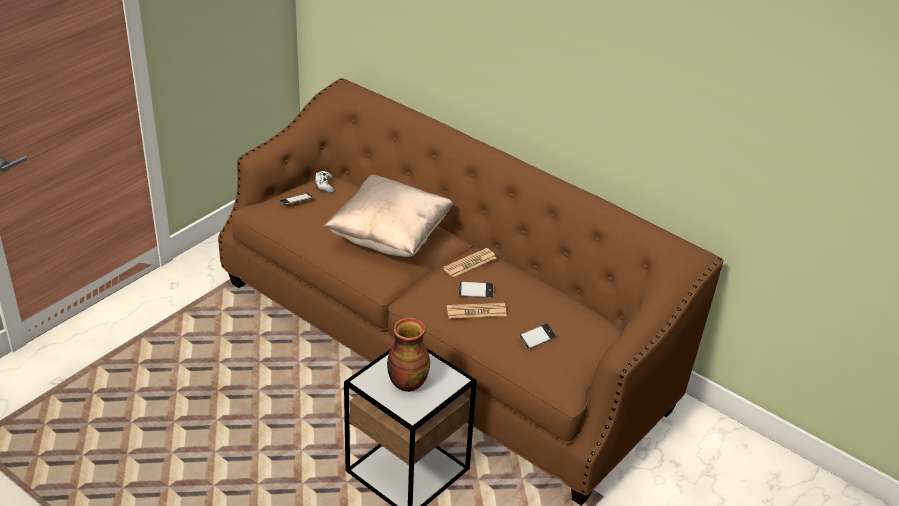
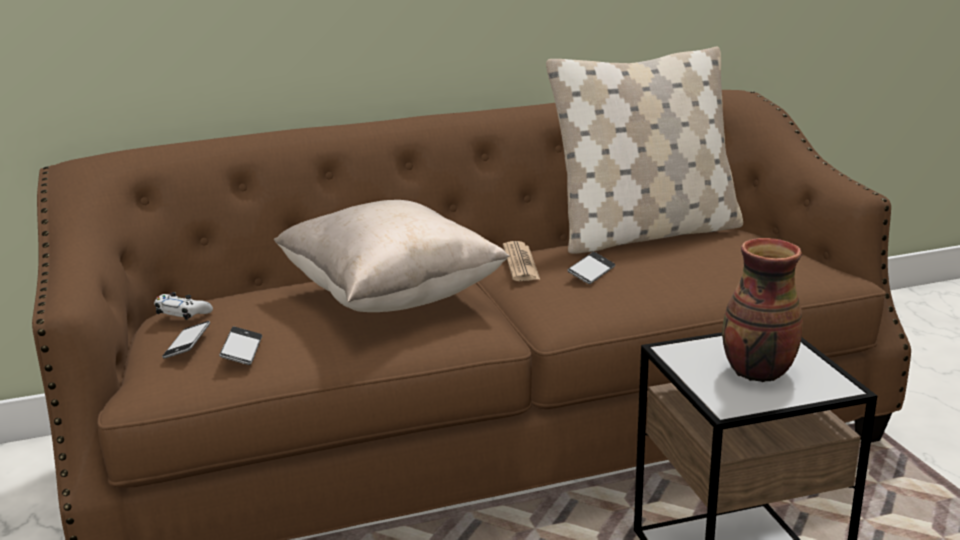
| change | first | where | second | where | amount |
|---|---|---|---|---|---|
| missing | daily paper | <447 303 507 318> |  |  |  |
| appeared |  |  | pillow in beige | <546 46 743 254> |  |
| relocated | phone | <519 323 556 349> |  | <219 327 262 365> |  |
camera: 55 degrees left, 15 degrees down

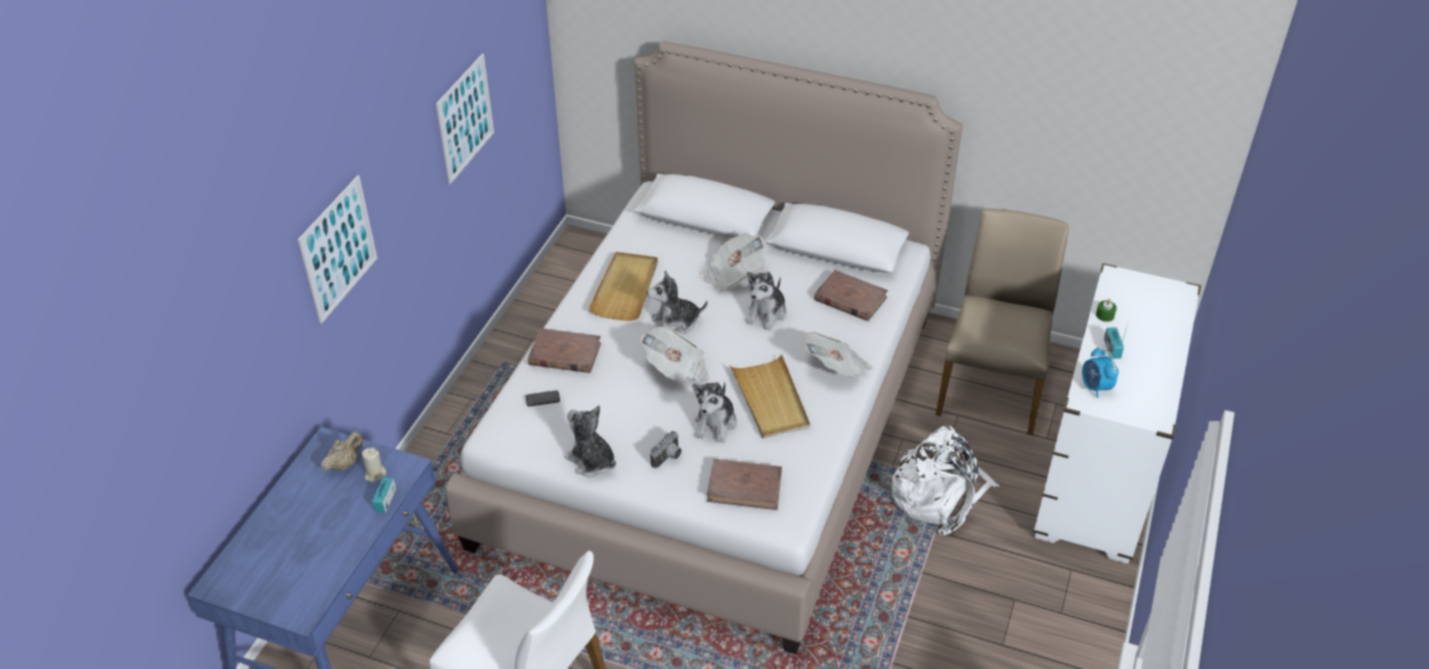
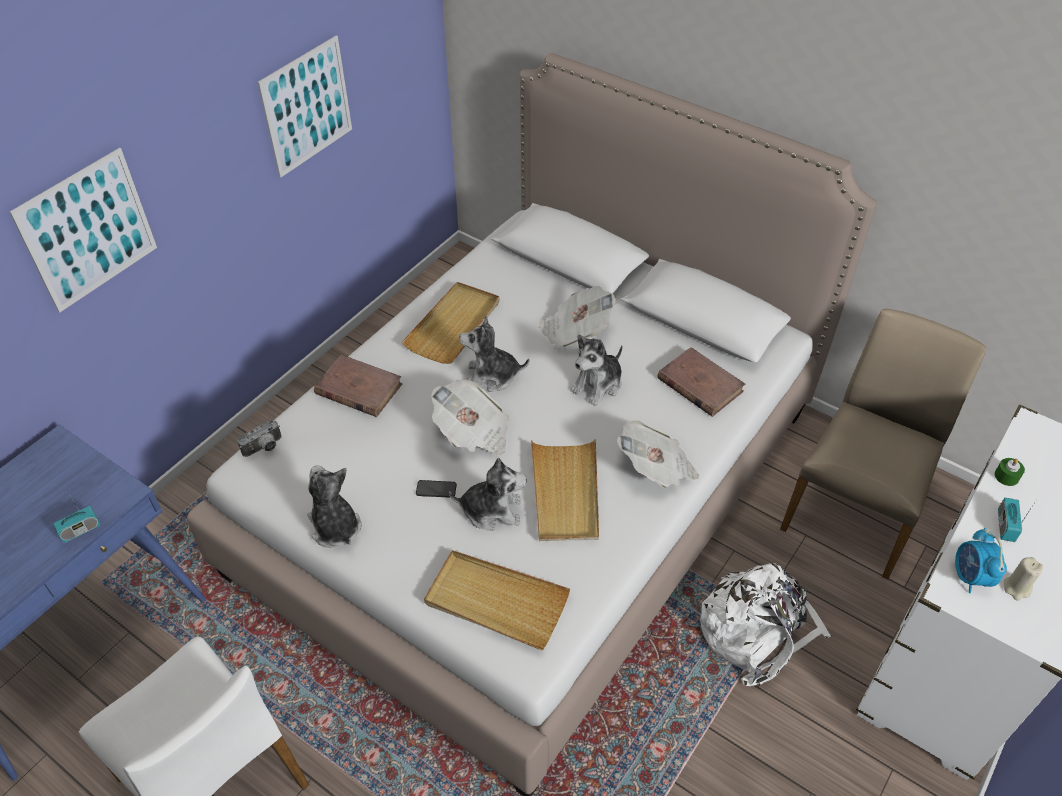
| change | first | where | second | where | amount |
|---|---|---|---|---|---|
| missing | pot for tea in beige | <321 432 363 472> |  |  |  |
| relocated | candle in beige | <361 447 386 483> |  | <1004 557 1043 601> |  |
| relocated | phone | <526 390 560 406> |  | <416 480 457 498> |  |
| relocated | still camera | <650 431 682 468> |  | <237 420 281 457> |  |
| exchanged | bound book in brown | <707 459 782 510> | serving tray in beige | <424 550 570 651> |  |
| spun | radio receiver | <372 477 396 513> |  | <53 489 101 543> | 150 degrees counterclockwise |
| spun | cuddly toy | <692 382 737 443> |  | <449 458 527 531> | 120 degrees counterclockwise |
camera: 15 degrees right, 5 degrees up

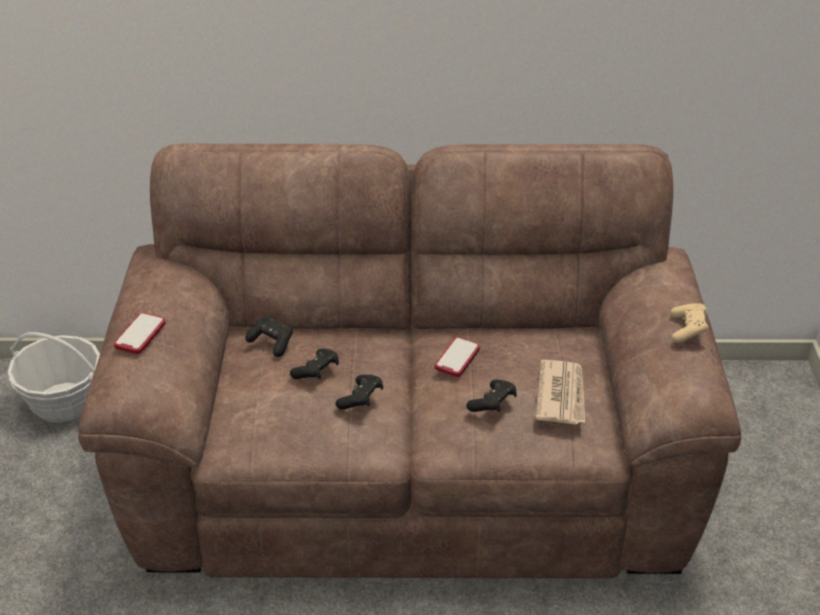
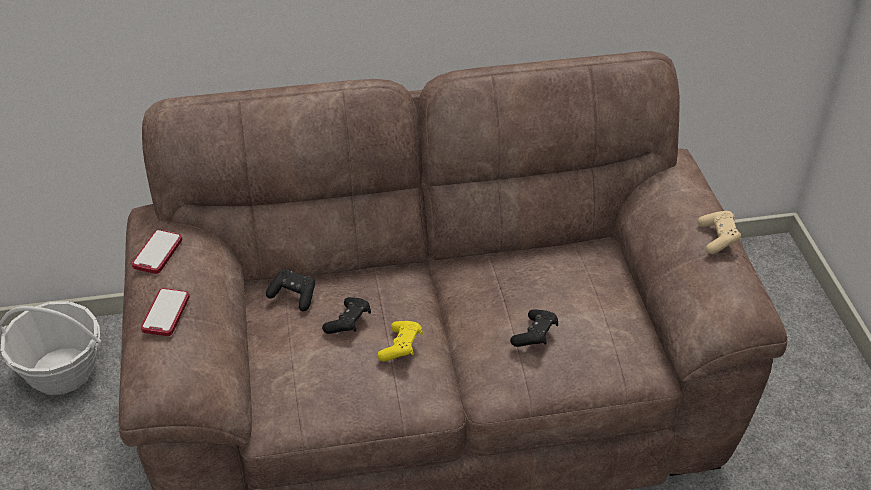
| change | first | where | second | where | amount |
|---|---|---|---|---|---|
| missing | daily paper | <536 360 585 424> |  |  |  |
| relocated | phone | <435 337 480 377> |  | <132 230 182 274> |  |
| colour | game controller in black | <336 375 383 410> | game controller in yellowish | <377 321 423 361> |  |
camera: 10 degrees left, 5 degrees up

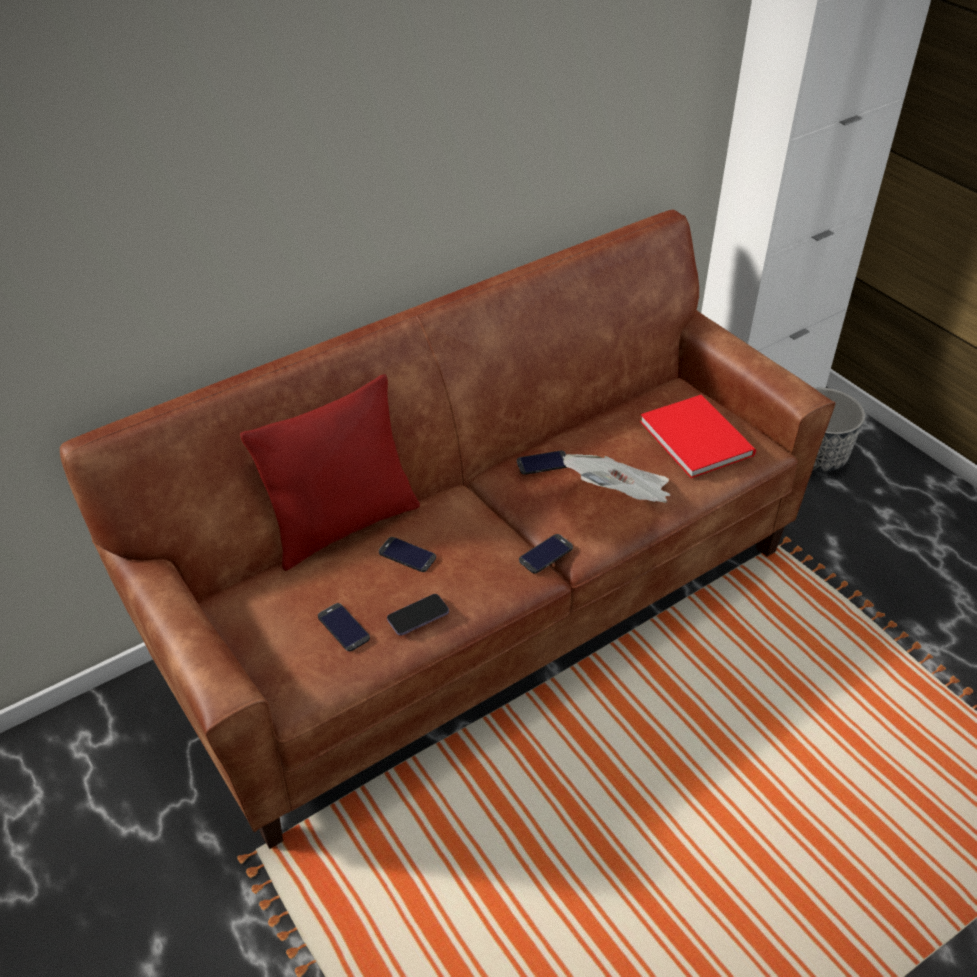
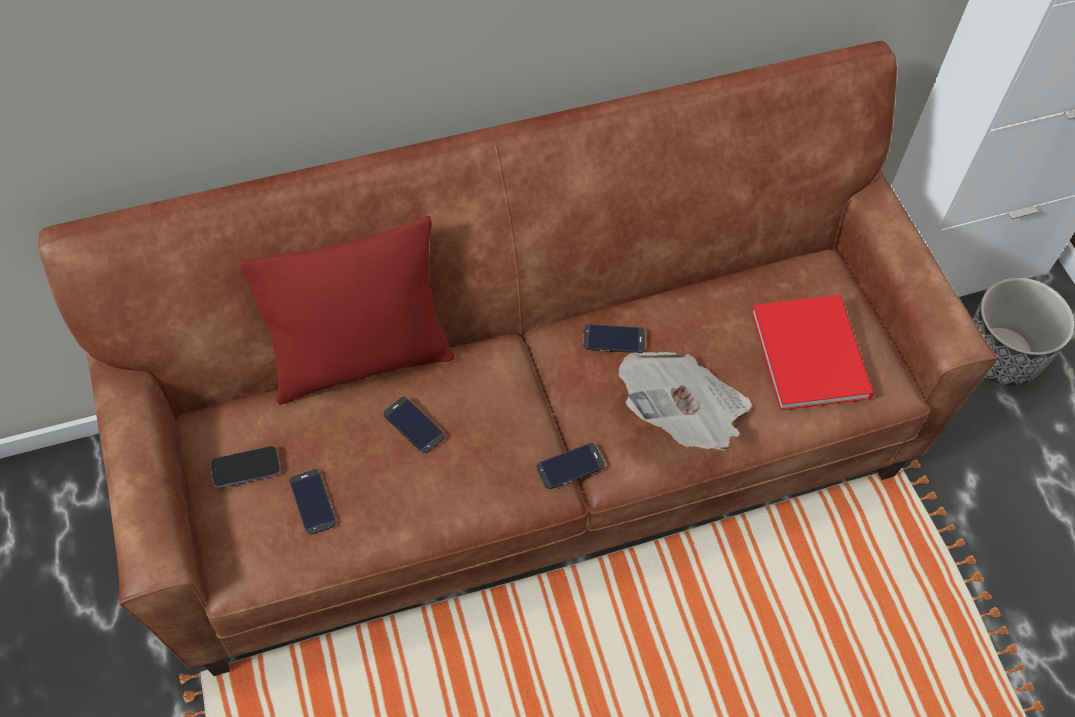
| change | first | where | second | where | amount |
|---|---|---|---|---|---|
| relocated | phone | <387 594 449 636> |  | <210 446 280 488> |  |
camera: 15 degrees right, 15 degrees up

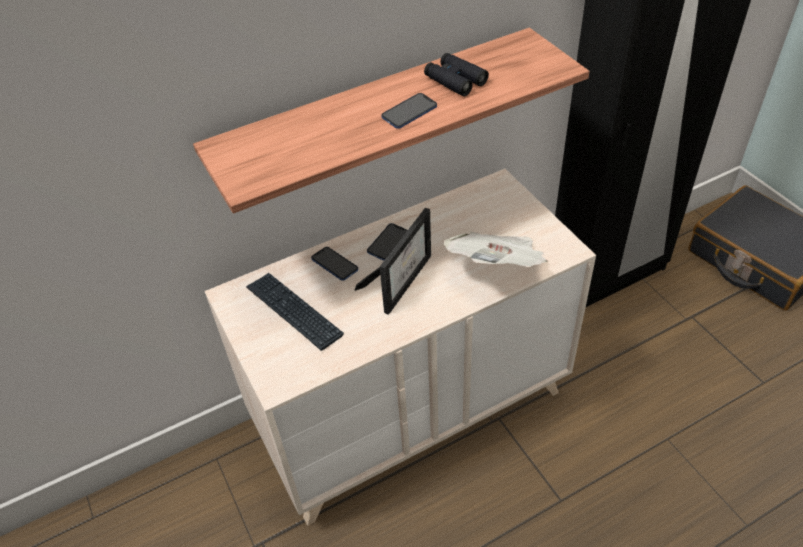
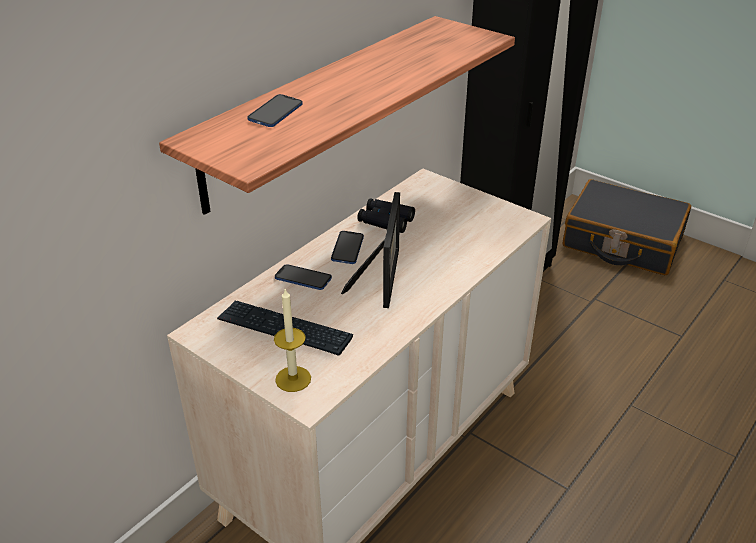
| change | first | where | second | where | amount |
|---|---|---|---|---|---|
| missing | daily paper | <444 232 548 267> |  |  |  |
| appeared |  |  | candle | <274 289 311 392> |  |
| relocated | phone | <381 93 437 129> |  | <247 94 303 127> |  |
| relocated | field glasses in black | <424 53 489 96> |  | <357 198 415 233> |  |
camera: 25 degrees left, 10 degrees down

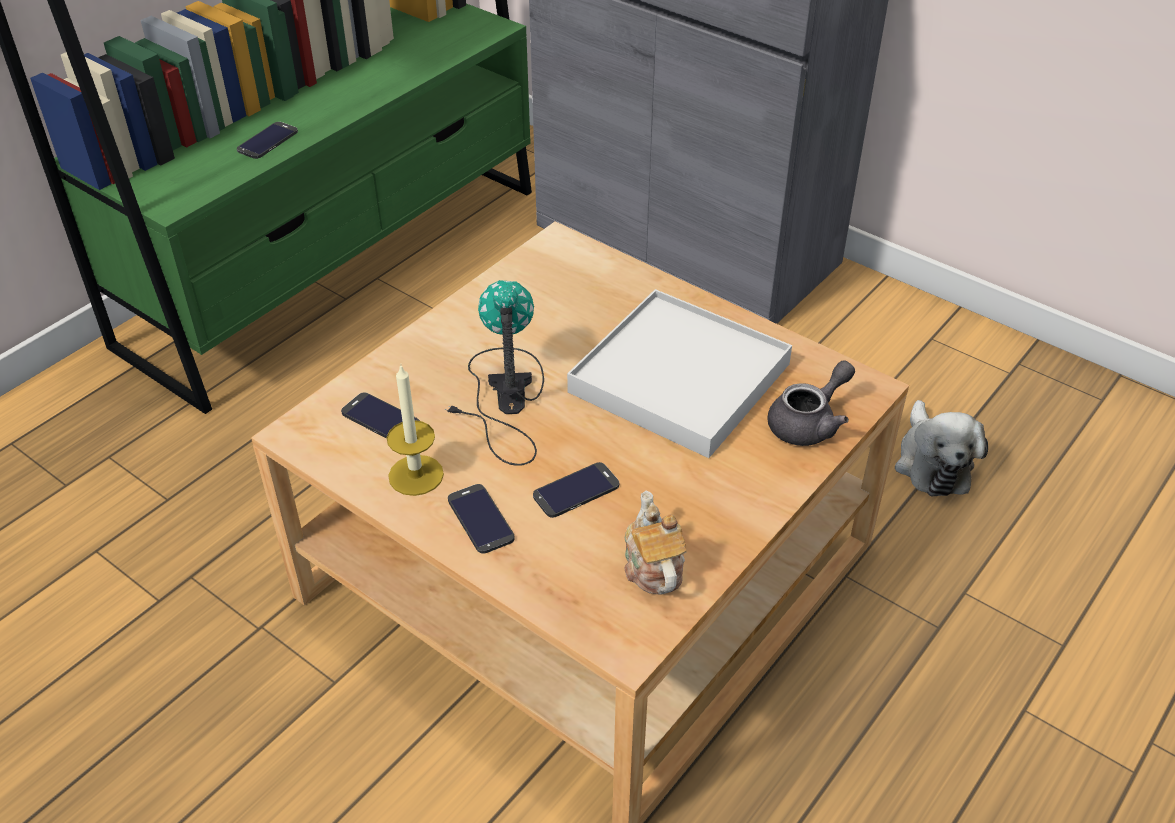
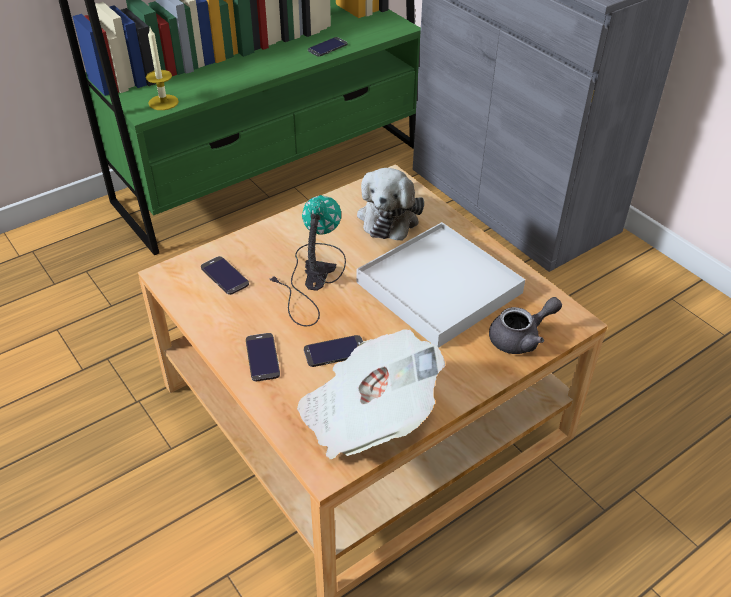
| change | first | where | second | where | amount |
|---|---|---|---|---|---|
| relocated | phone | <237 122 298 159> |  | <308 37 348 57> |  |
| relocated | candle | <387 364 444 496> |  | <146 28 179 110> |  |
| relocated | cuddly toy | <895 400 988 496> |  | <357 168 424 241> |  |
| exchanged | pot for tea | <624 490 687 594> | daily paper | <297 329 445 459> |  |
camera: 15 degrees right, 0 degrees up

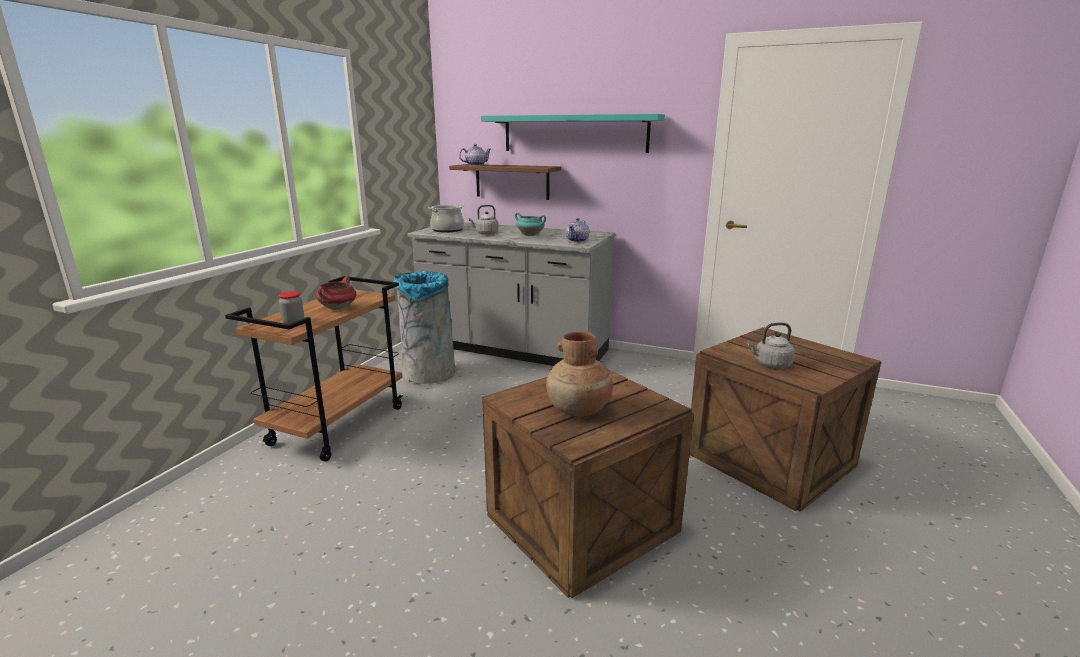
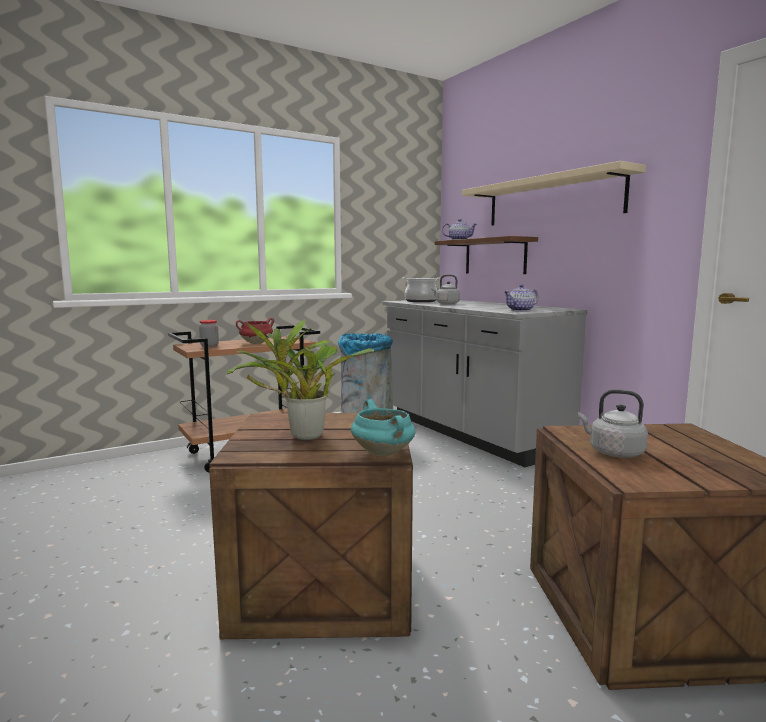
| change | first | where | second | where | amount |
|---|---|---|---|---|---|
| relocated | cooking pot in turquoise-coloured | <515 213 546 236> |  | <351 399 416 456> |  |
| exchanged | decorative vase in brown | <546 332 613 417> | potted plant | <227 319 374 440> |  |
| colour | wall shelf in turquoise-coloured | <481 114 665 153> | wall shelf in beige | <461 161 646 226> |  |
camera: 35 degrees right, 10 degrees down

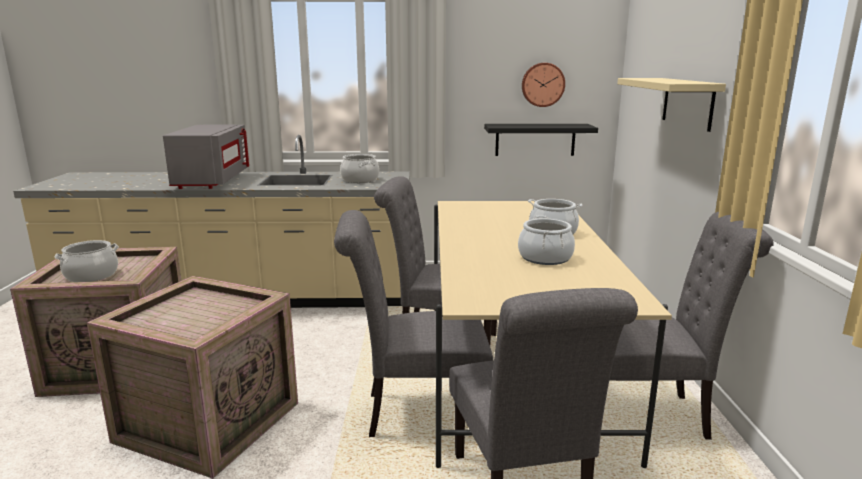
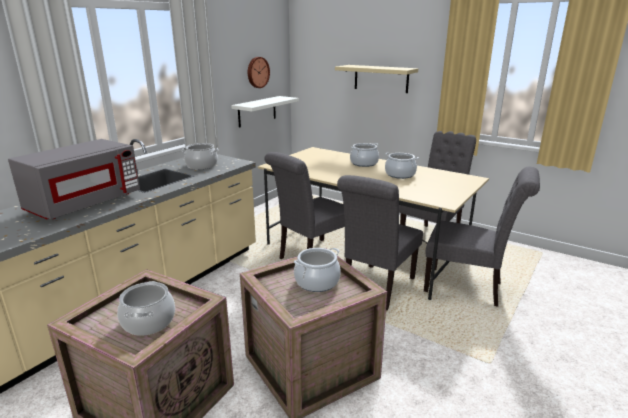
| change | first | where | second | where | amount |
|---|---|---|---|---|---|
| appeared |  |  | cooking pot | <294 248 341 292> |  |
| colour | wall shelf in black | <484 124 598 156> | wall shelf in white-coloured | <231 96 299 128> |  |
| spun | microwave in gray | <163 125 249 189> |  | <8 139 140 219> | 90 degrees clockwise |
camera: 55 degrees left, 5 degrees up

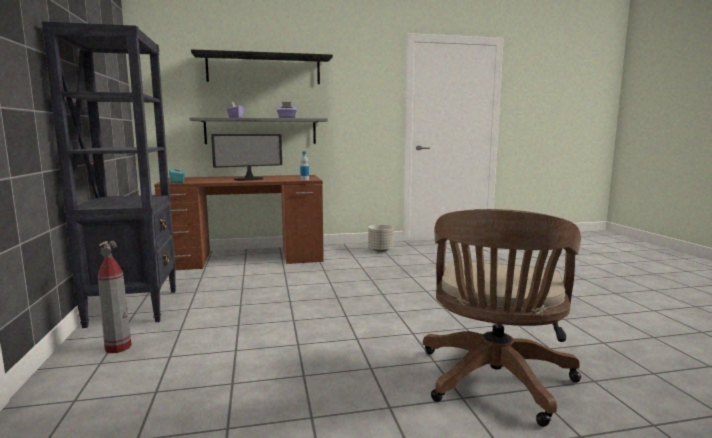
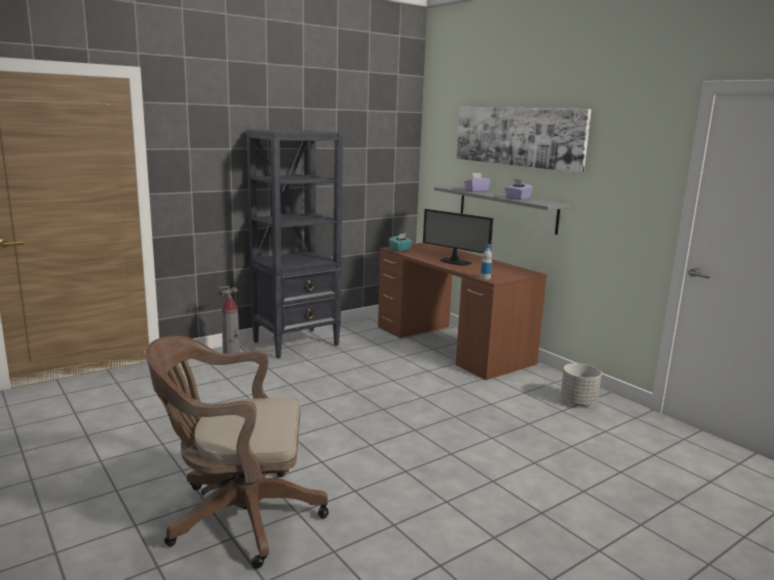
| change | first | where | second | where | amount |
|---|---|---|---|---|---|
| exchanged | wall shelf in black | <191 49 333 84> | wall art | <456 107 591 173> |  |
camera: 65 degrees right, 5 degrees up

